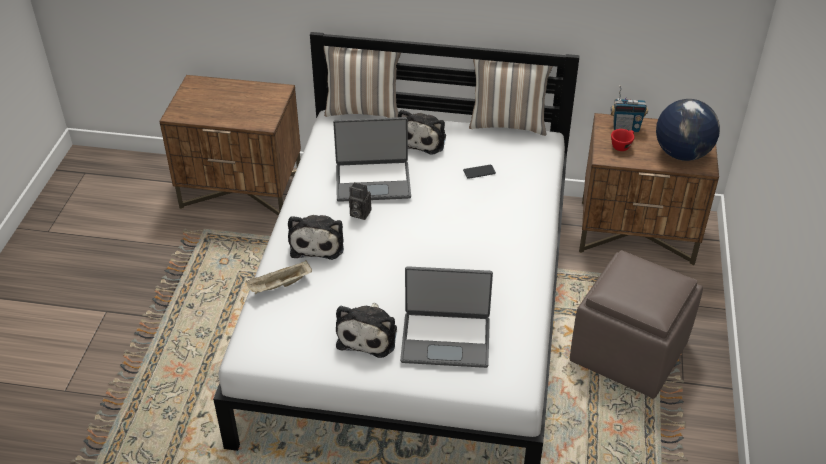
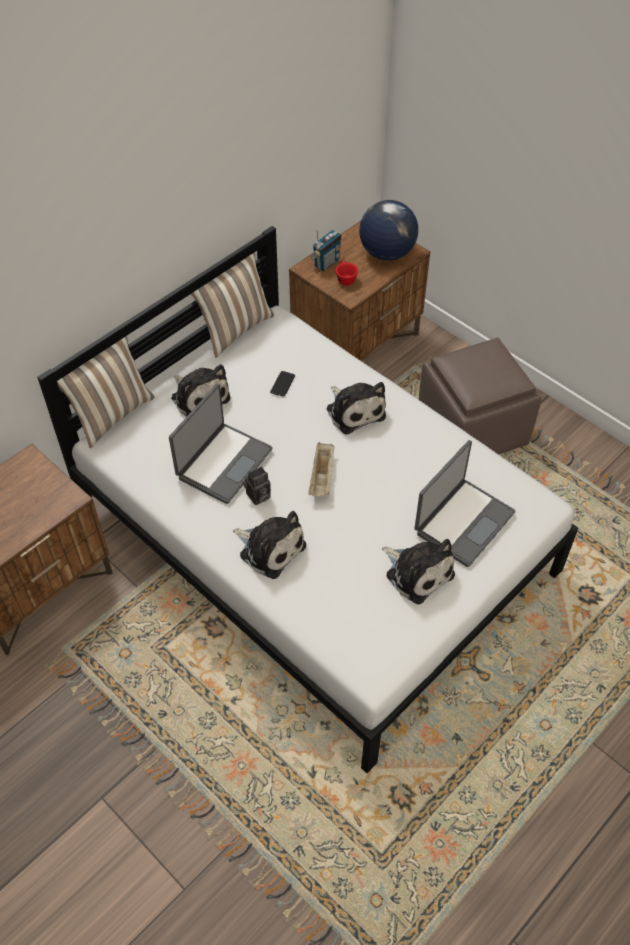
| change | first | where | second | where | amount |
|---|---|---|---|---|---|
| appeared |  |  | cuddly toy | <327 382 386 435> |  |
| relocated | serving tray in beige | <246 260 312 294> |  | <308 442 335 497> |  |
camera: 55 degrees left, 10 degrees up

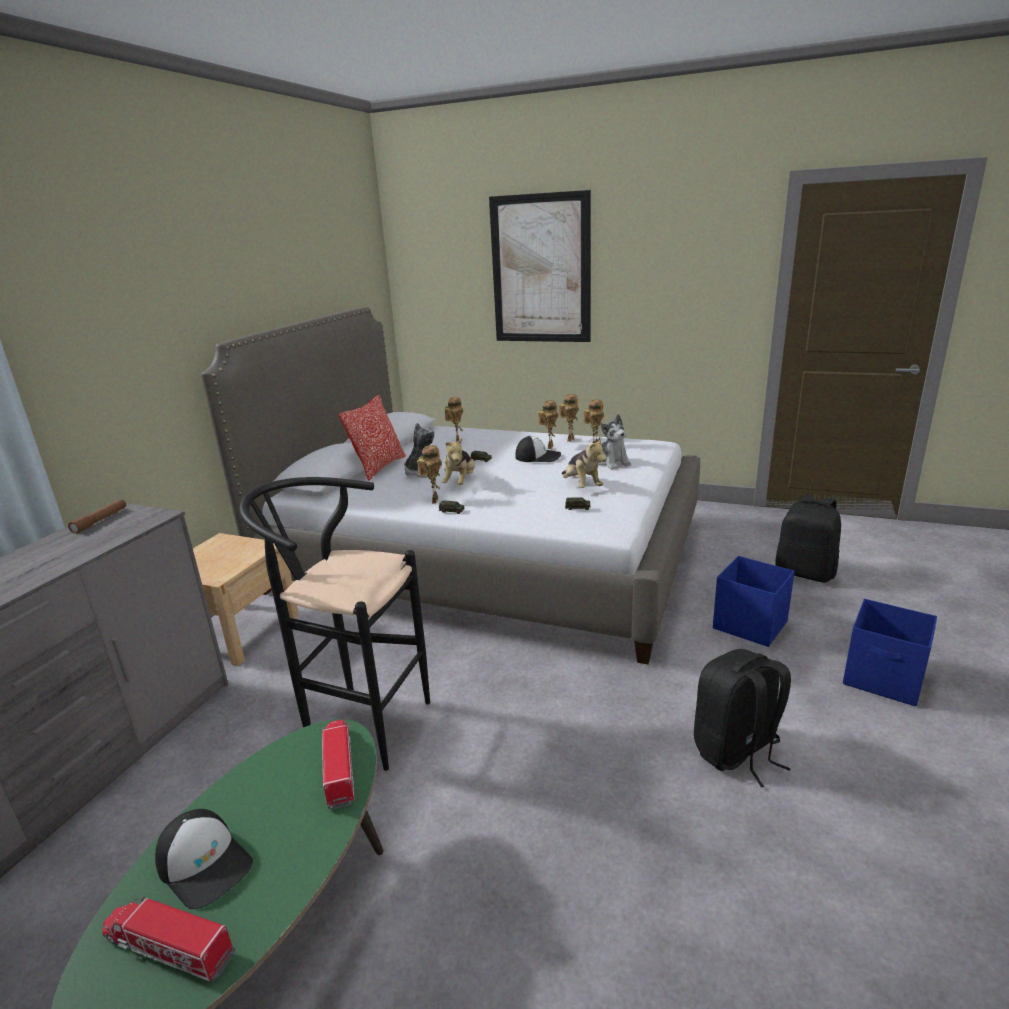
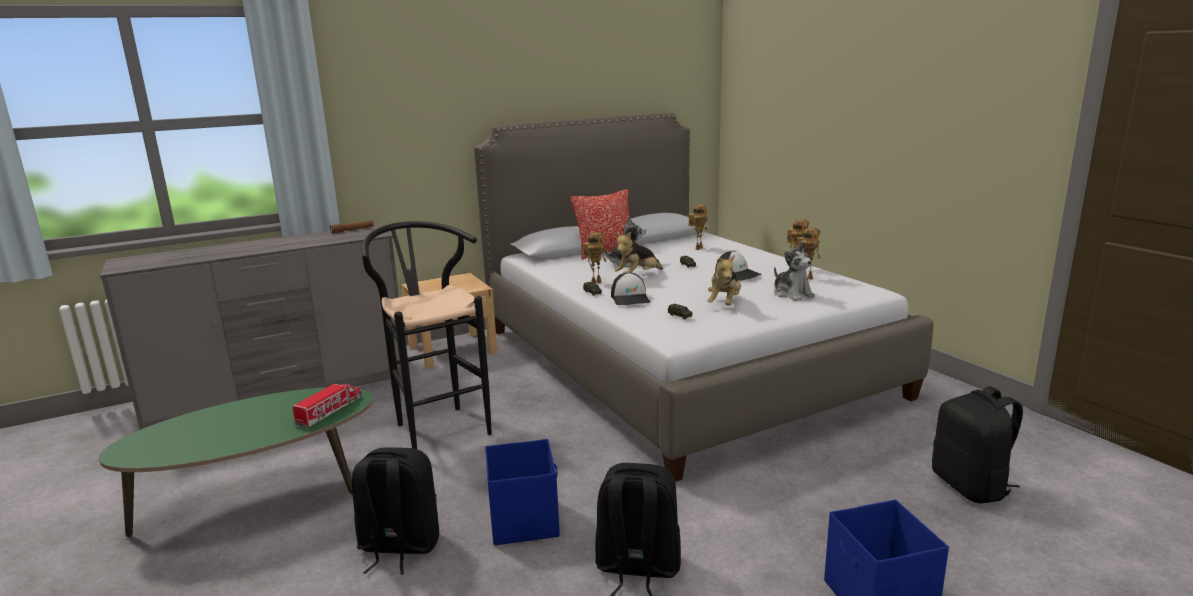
| change | first | where | second | where | amount |
|---|---|---|---|---|---|
| missing | model truck | <102 895 235 982> |  |  |  |
| missing | wall art | <489 190 591 342> |  |  |  |
| missing | robot figure | <538 400 558 449> |  |  |  |
| appeared |  |  | backpack in black | <352 447 439 575> |  |
| relocated | baseball cap | <155 809 253 909> |  | <611 273 651 305> |  |
| relocated | storage container in blue | <713 556 795 647> |  | <485 439 560 545> |  |
| spun | cuddly toy | <599 414 631 469> |  | <774 241 815 301> | 45 degrees counterclockwise |
camera: 40 degrees right, 5 degrees down

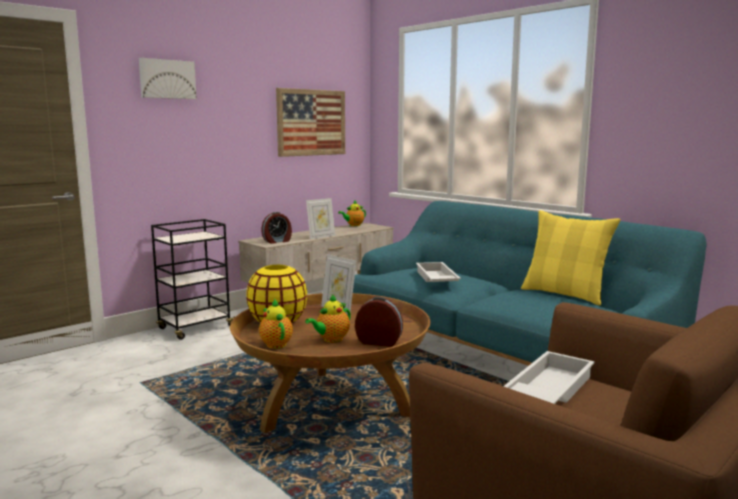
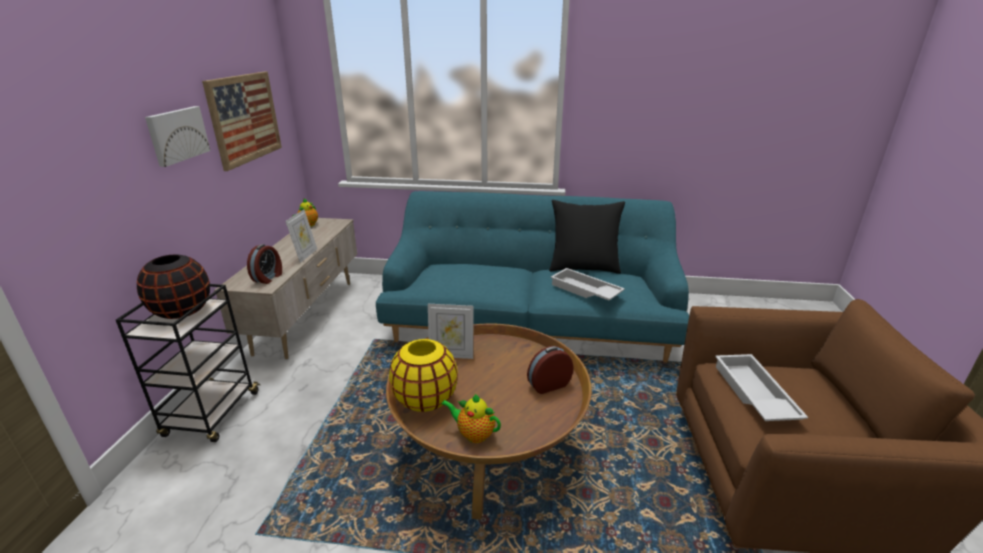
| change | first | where | second | where | amount |
|---|---|---|---|---|---|
| missing | pot for tea | <305 294 351 342> |  |  |  |
| appeared |  |  | decorative vase in black | <137 254 210 319> |  |
| relocated | wall art | <139 58 197 99> |  | <145 106 211 167> |  |
| relocated | serving tray in white-coloured | <416 262 461 282> |  | <550 268 625 300> |  |
| colour | pillow in yellowish | <521 210 620 306> | pillow in black | <549 200 625 274> |  |
camera: 40 degrees left, 15 degrees up

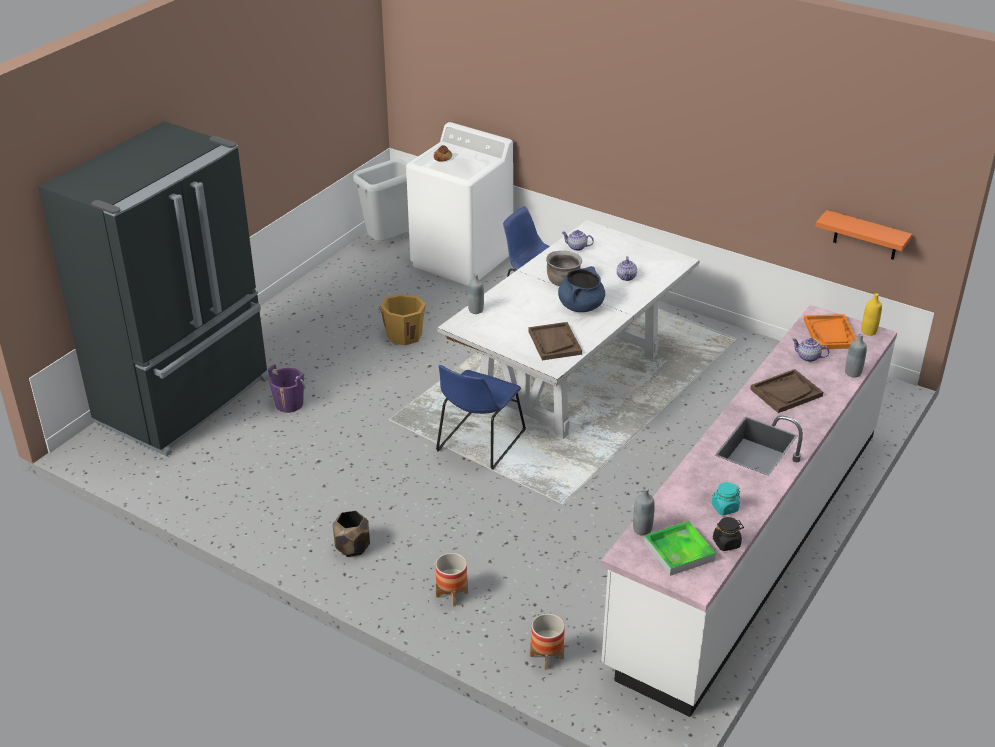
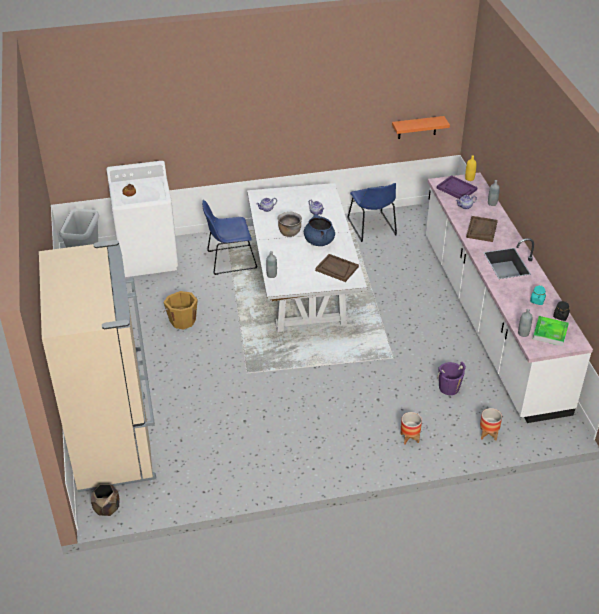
| change | first | where | second | where | amount |
|---|---|---|---|---|---|
| relocated | bucket in purplish | <268 364 306 413> |  | <437 362 466 395> |  |
| relocated | flower pot in brown | <333 511 370 557> |  | <91 484 120 516> |  |
| relocated | upright chair in blue | <436 365 526 470> |  | <347 183 397 242> |  |
| colour | fridge in black | <38 121 269 456> | fridge in beige | <39 240 156 492> |  |
| colour | serving tray in orangey | <804 314 857 349> | serving tray in purplish | <437 175 478 199> |  |
camera: 45 degrees left, 5 degrees up

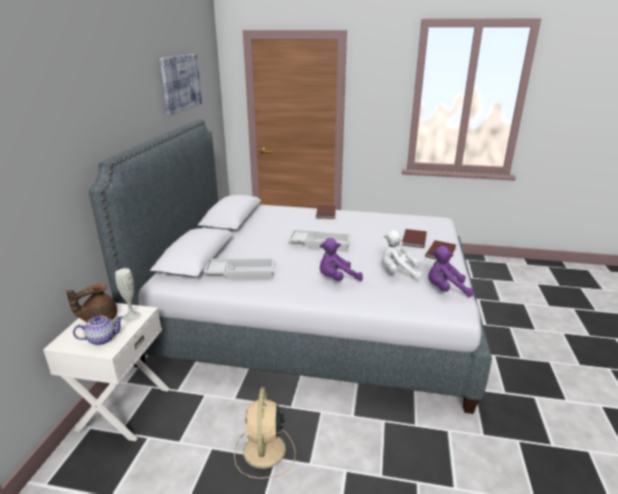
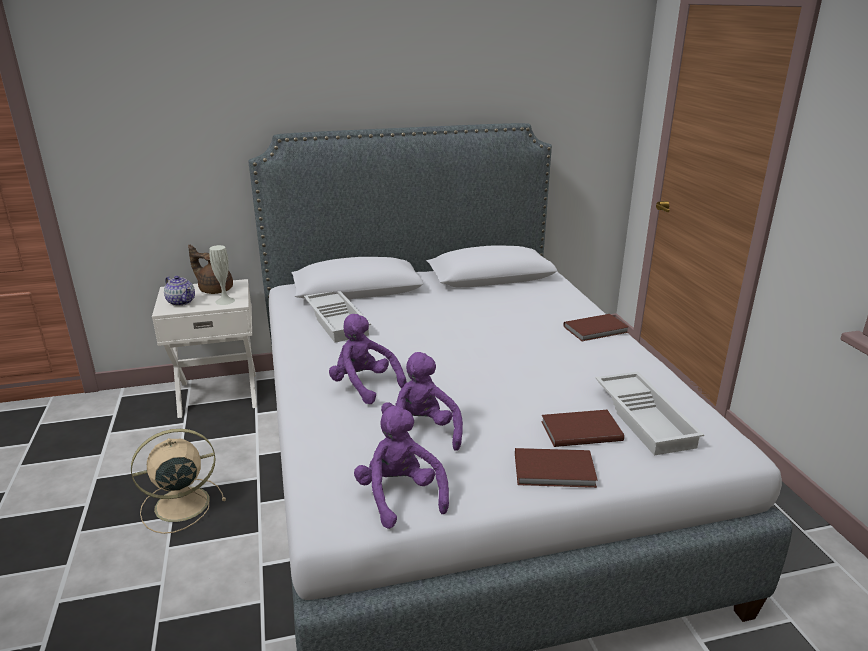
| change | first | where | second | where | amount |
|---|---|---|---|---|---|
| missing | wall art | <160 54 202 115> |  |  |  |
| relocated | serving tray in white-coloured | <288 229 351 251> |  | <595 372 704 455> |  |
| colour | cuddly toy in white-coloured | <382 230 422 280> | cuddly toy in purplish | <381 352 463 451> |  |
camera: 65 degrees right, 0 degrees up

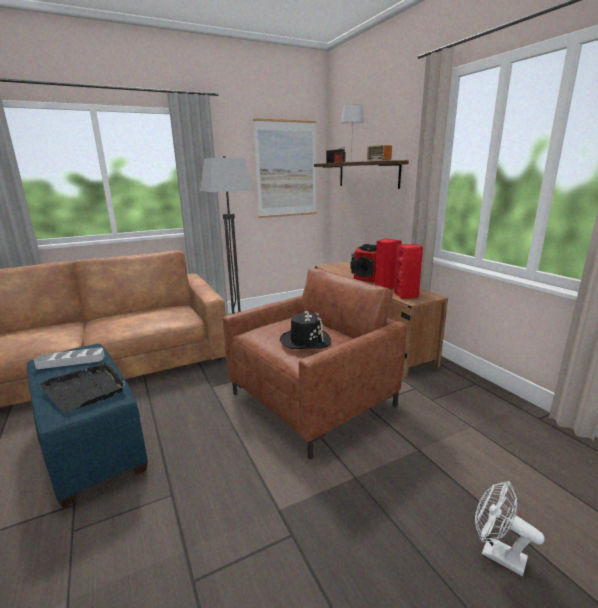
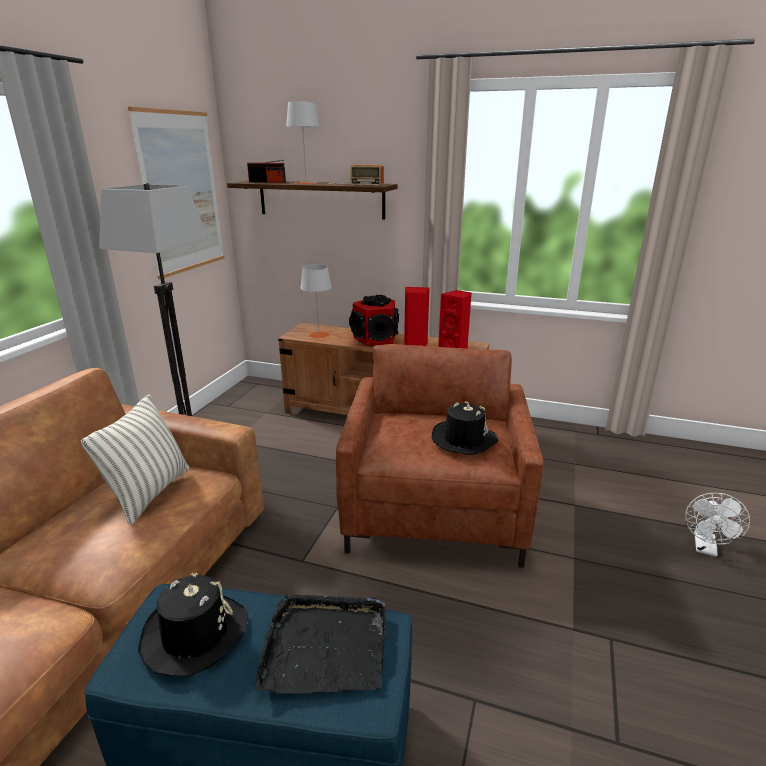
| change | first | where | second | where | amount |
|---|---|---|---|---|---|
| appeared |  |  | pillow | <81 394 189 525> |  |
| appeared |  |  | tabletop lamp in gray | <301 264 332 339> |  |
| exchanged | serving tray in gray | <34 348 105 369> | wearable hat in black | <138 572 248 677> |  |
| spun | electric fan in white-coloured | <475 481 545 576> |  | <685 493 750 557> | 60 degrees counterclockwise |
camera: 45 degrees left, 5 degrees up

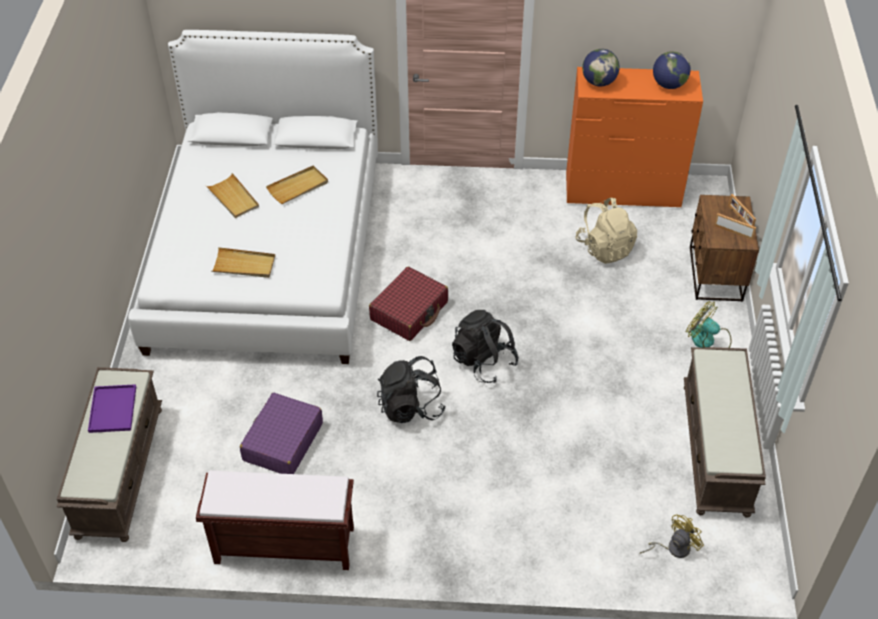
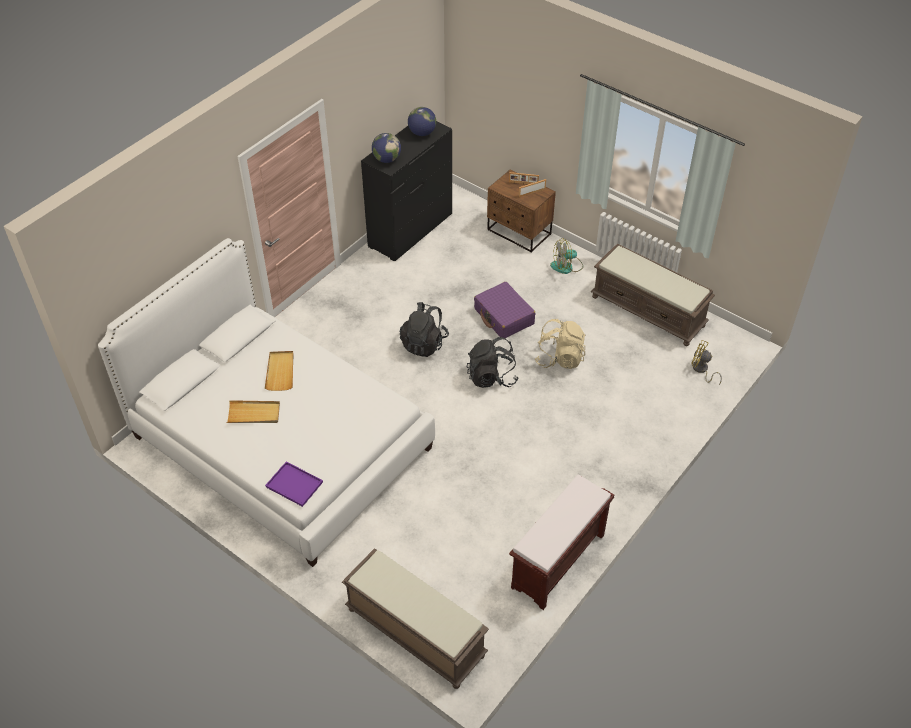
| change | first | where | second | where | amount |
|---|---|---|---|---|---|
| missing | serving tray in beige | <211 247 275 278> |  |  |  |
| missing | travel case in reddish | <369 266 448 341> |  |  |  |
| relocated | serving tray in purplish | <88 384 136 433> |  | <265 461 323 507> |  |
| relocated | travel case in purplish | <240 393 323 474> |  | <474 282 535 338> |  |
| relocated | backpack in black | <377 356 446 423> |  | <400 302 449 357> |  |
| relocated | backpack in beige | <576 198 637 264> |  | <535 319 586 369> |  |
| colour | dresser in orangey | <566 67 703 207> | dresser in black | <361 121 452 261> |  |
| spun | electric fan in yellowish | <640 515 704 558> |  | <691 340 722 385> | 60 degrees counterclockwise |
camera: 55 degrees left, 0 degrees up

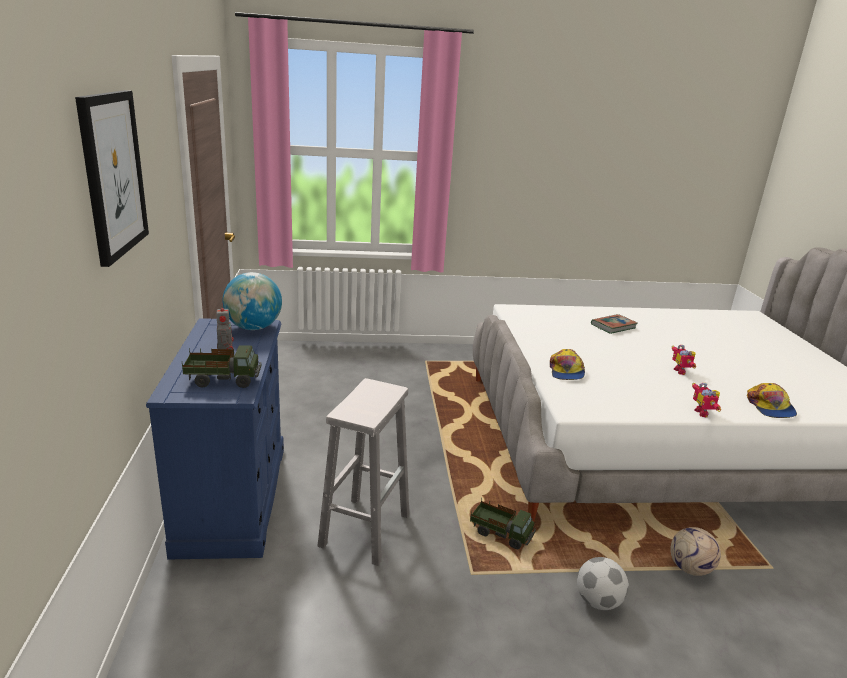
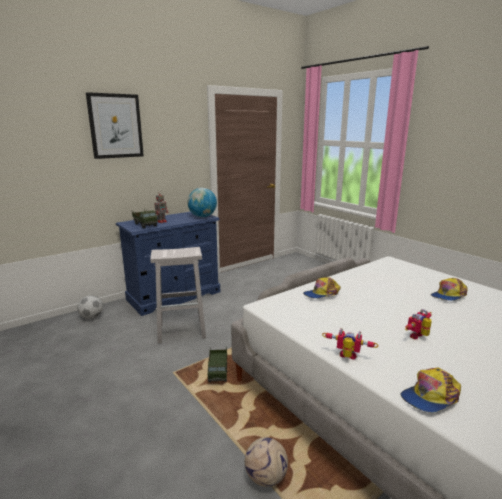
| change | first | where | second | where | amount |
|---|---|---|---|---|---|
| relocated | football | <577 557 629 610> |  | <78 295 103 319> |  |
| exchanged | bound book | <591 314 638 334> | baseball cap | <431 278 468 301> |  |
| spun | robot figure | <692 383 721 417> |  | <322 328 378 360> | 60 degrees clockwise |
camera: 60 degrees right, 5 degrees down

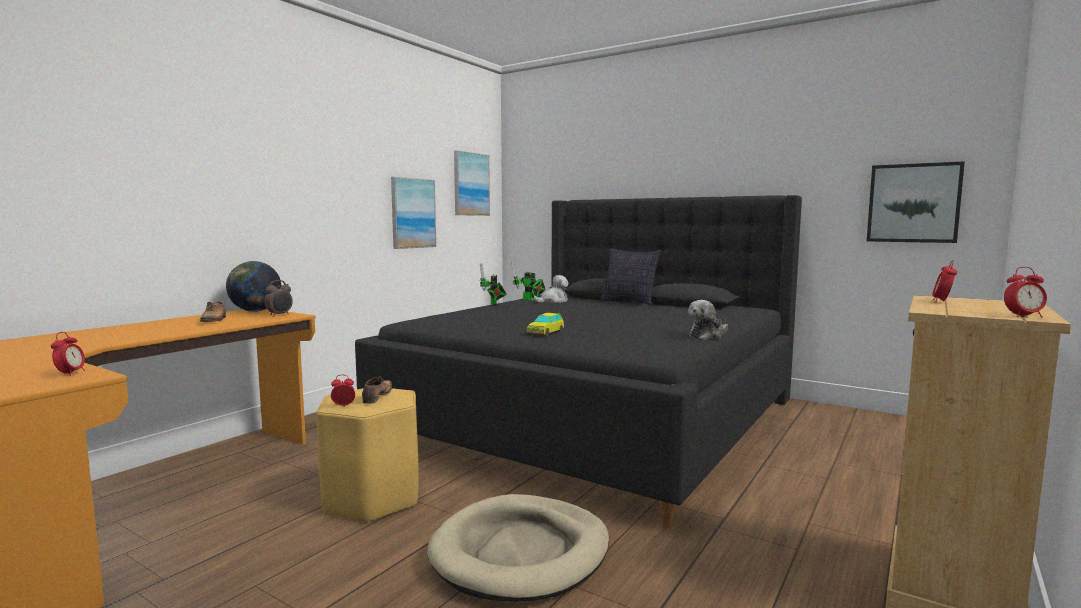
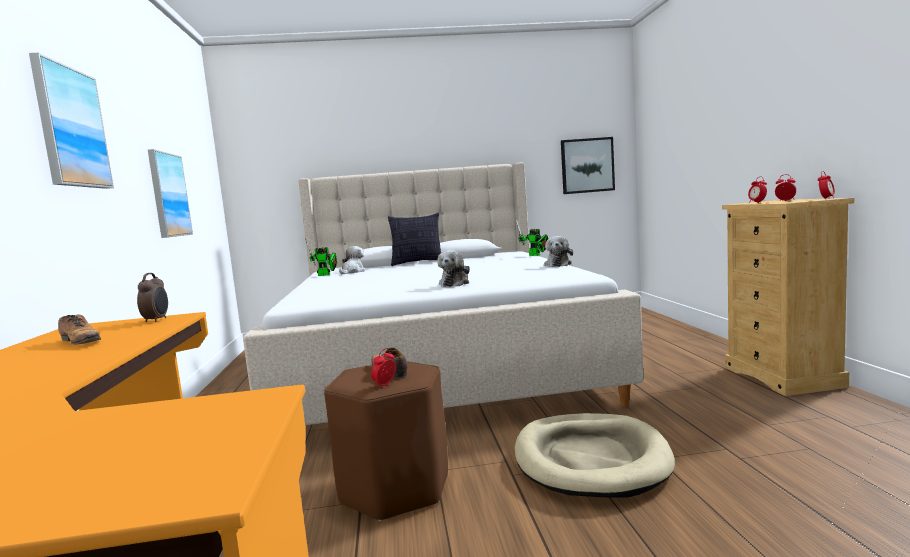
| change | first | where | second | where | amount |
|---|---|---|---|---|---|
| missing | desk globe | <226 261 281 312> |  |  |  |
| relocated | alarm clock | <51 332 85 376> |  | <775 174 796 201> |  |
| relocated | wall art | <454 150 490 216> |  | <29 53 114 189> |  |
| relocated | robot figure | <480 263 506 304> |  | <516 220 548 256> |  |
| exchanged | toy car | <527 313 564 336> | cuddly toy | <438 250 470 287> |  |
| colour | stool seat in yellowish | <316 388 419 522> | stool seat in brown | <324 361 448 521> |  |
| colour | bed in black | <355 195 802 528> | bed in beige | <243 162 643 425> |  |
camera: 40 degrees left, 0 degrees up

